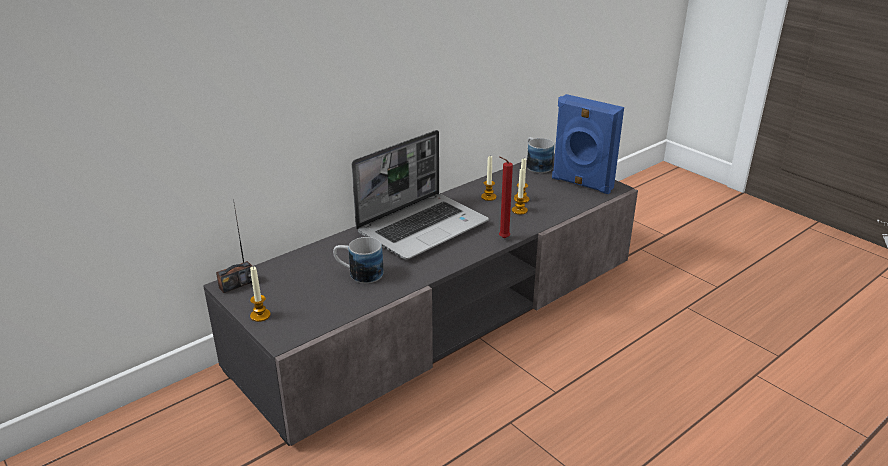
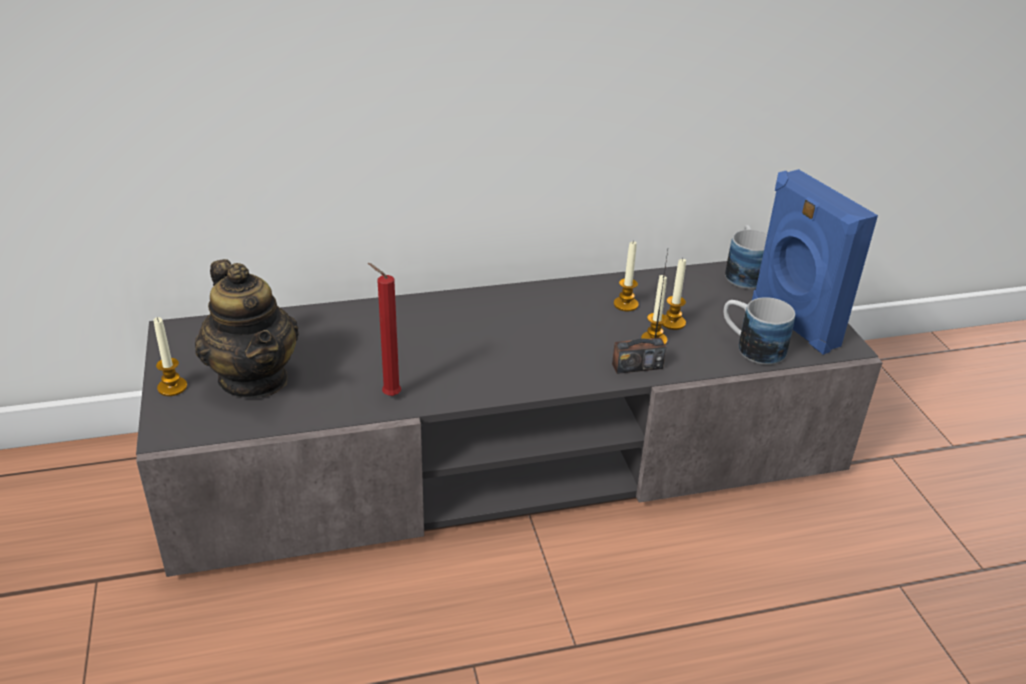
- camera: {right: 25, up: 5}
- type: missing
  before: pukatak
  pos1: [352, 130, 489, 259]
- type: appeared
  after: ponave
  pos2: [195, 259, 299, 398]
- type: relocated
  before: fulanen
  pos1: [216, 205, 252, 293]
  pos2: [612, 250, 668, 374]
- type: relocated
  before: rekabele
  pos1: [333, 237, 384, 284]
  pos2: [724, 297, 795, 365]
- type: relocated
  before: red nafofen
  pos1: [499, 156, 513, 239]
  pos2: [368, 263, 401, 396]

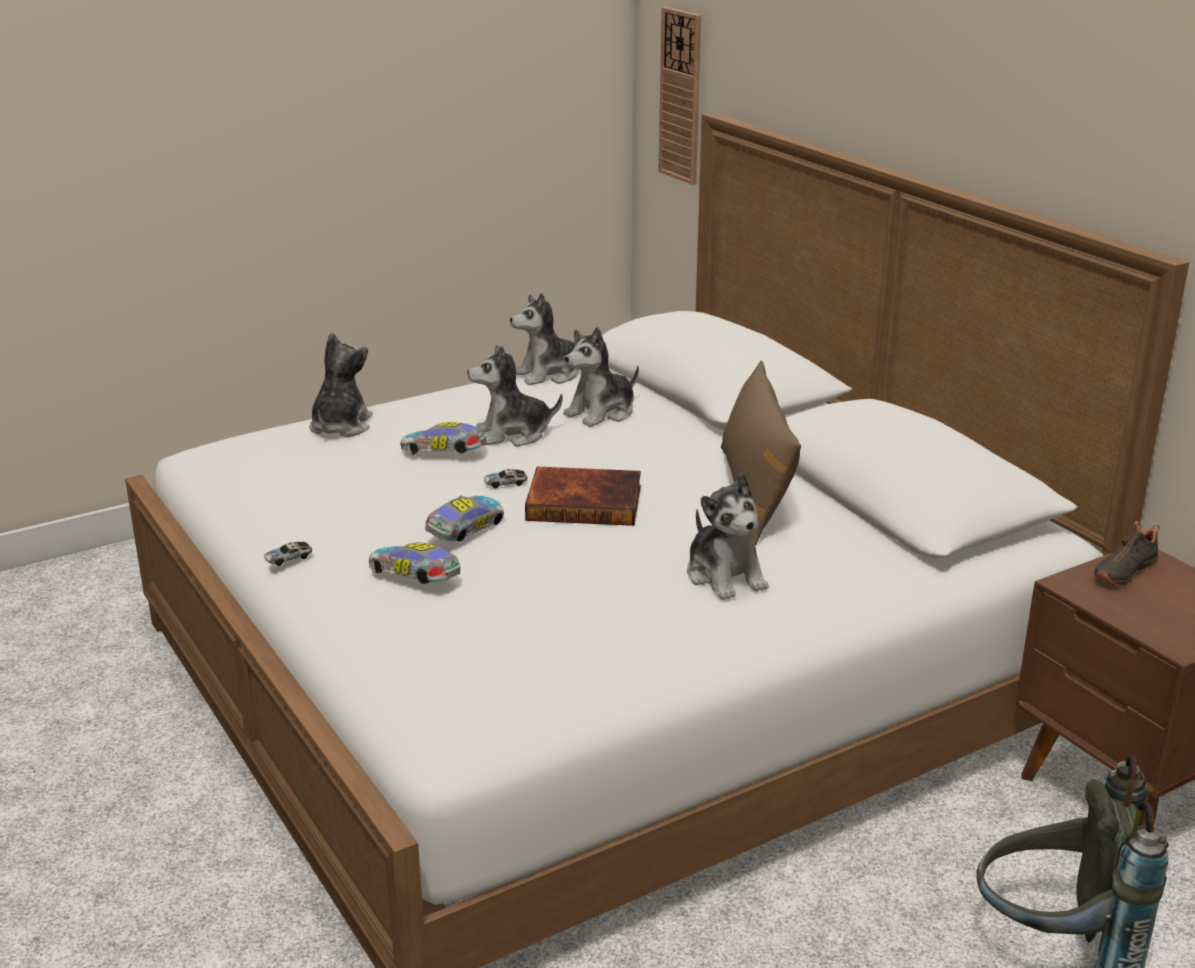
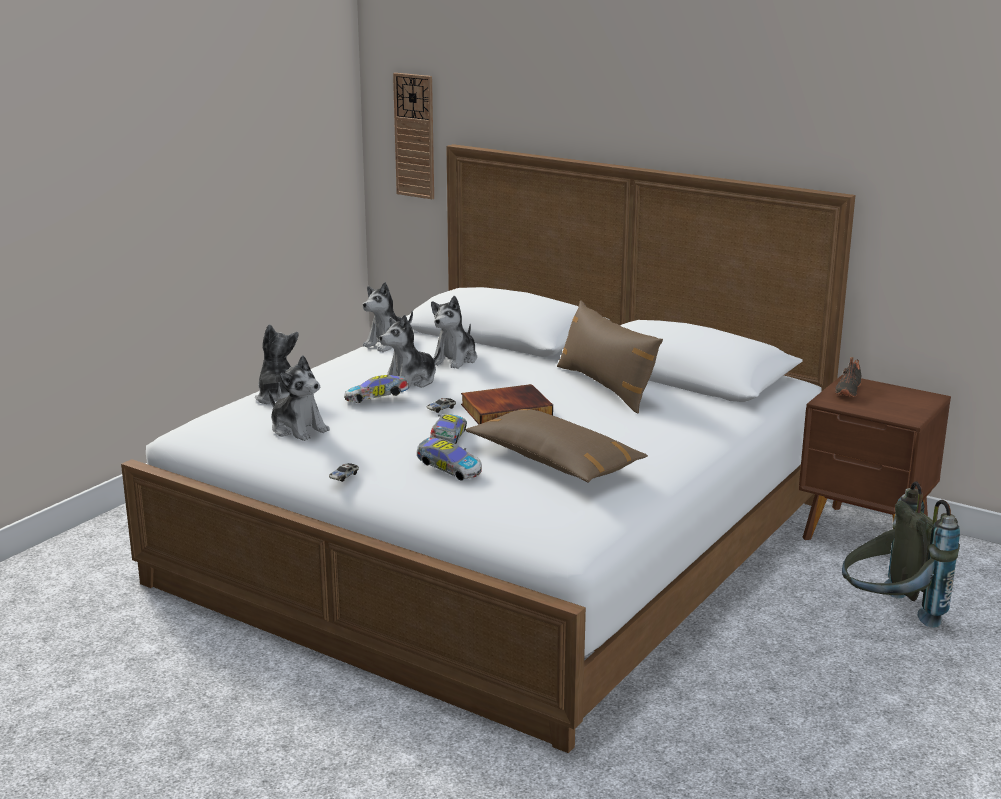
- camera: {right: -25, up: -5}
- type: appeared
  after: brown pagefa
  pos2: [466, 409, 648, 482]
- type: relocated
  before: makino
  pos1: [687, 474, 769, 600]
  pos2: [269, 356, 330, 441]
- type: spun
  before: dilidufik
  pos1: [369, 542, 460, 584]
  pos2: [417, 437, 482, 480]
  turn: -150

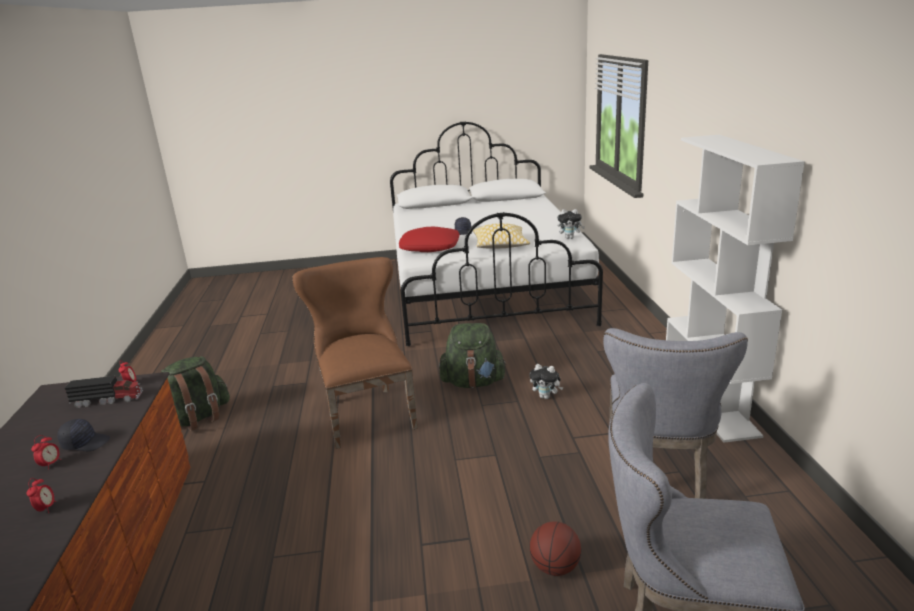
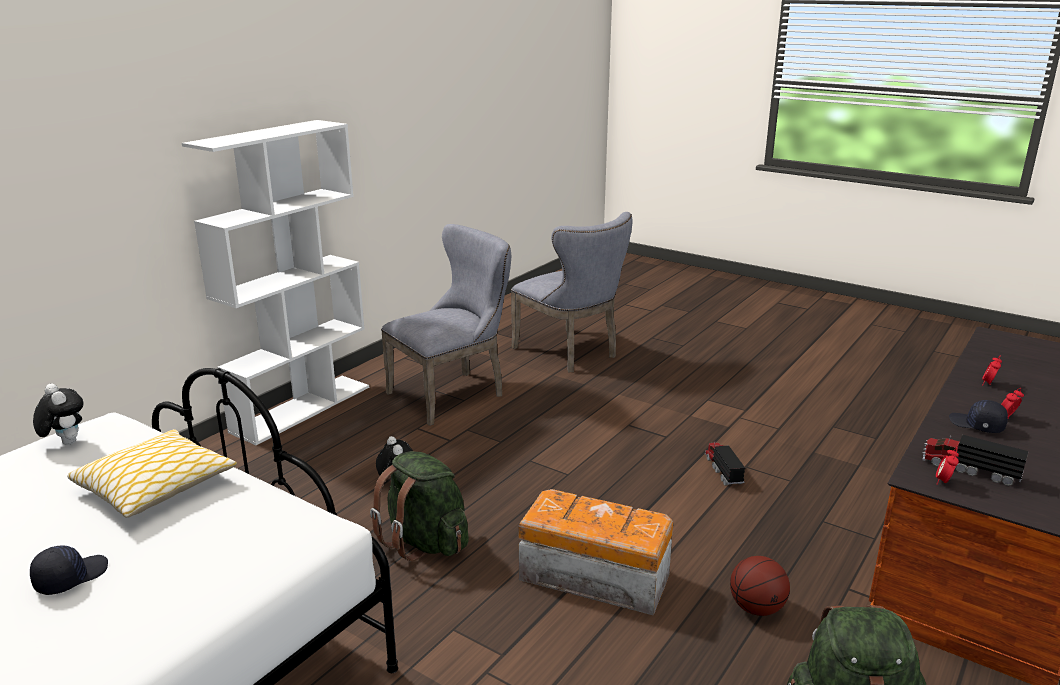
- camera: {right: -140, up: 0}
- type: missing
  before: red pagefa
  pos1: [399, 227, 459, 252]
- type: appeared
  after: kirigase
  pos2: [705, 441, 745, 486]
- type: relocated
  before: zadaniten
  pos1: [530, 521, 581, 576]
  pos2: [730, 556, 790, 616]
- type: exchanged
  before: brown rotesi
  after: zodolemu
  pos1: [292, 257, 418, 449]
  pos2: [518, 489, 673, 616]

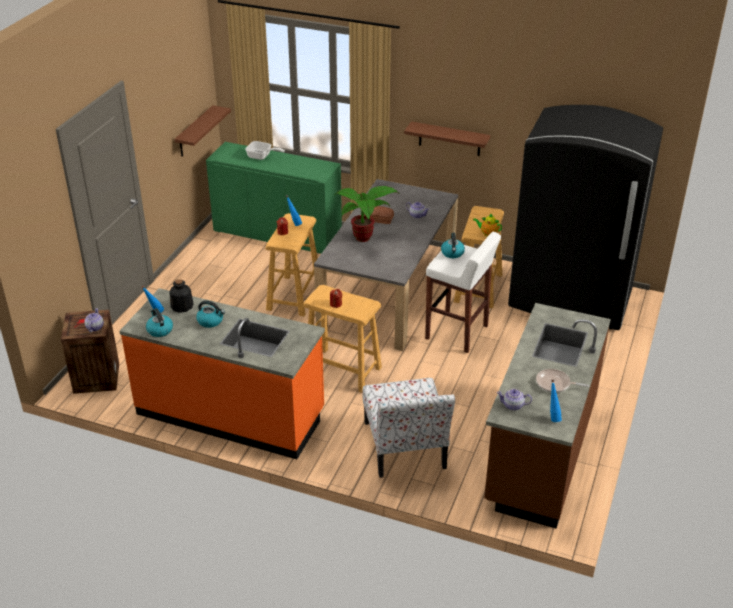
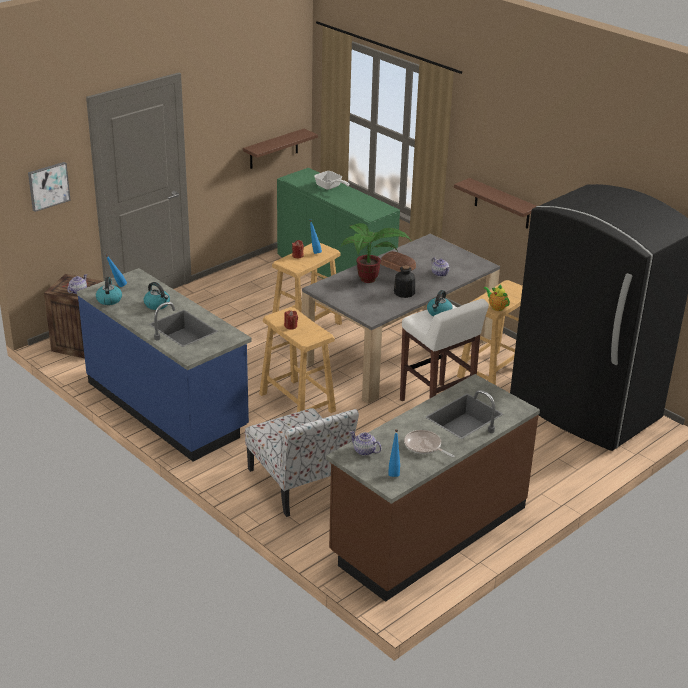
- camera: {right: 25, up: -5}
- type: appeared
  after: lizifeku
  pos2: [28, 162, 71, 212]
- type: relocated
  before: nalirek
  pos1: [170, 279, 193, 313]
  pos2: [394, 265, 415, 298]
- type: colour
  before: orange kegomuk
  after: blue kegomuk
  pos1: [119, 288, 325, 459]
  pos2: [77, 268, 252, 461]
- type: spun
  before: rotesi
  pos1: [362, 378, 455, 478]
  pos2: [245, 408, 359, 517]
  turn: -45

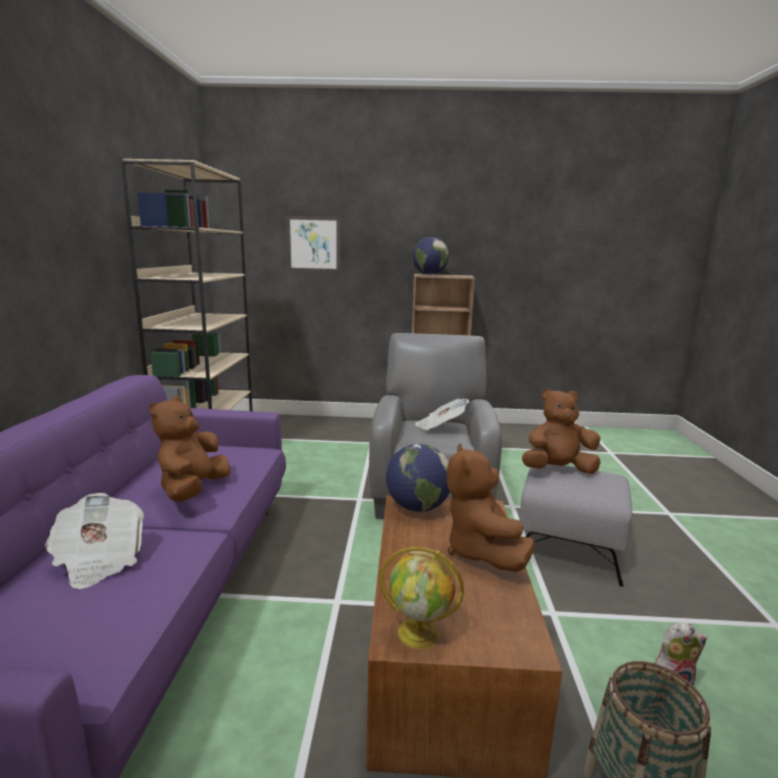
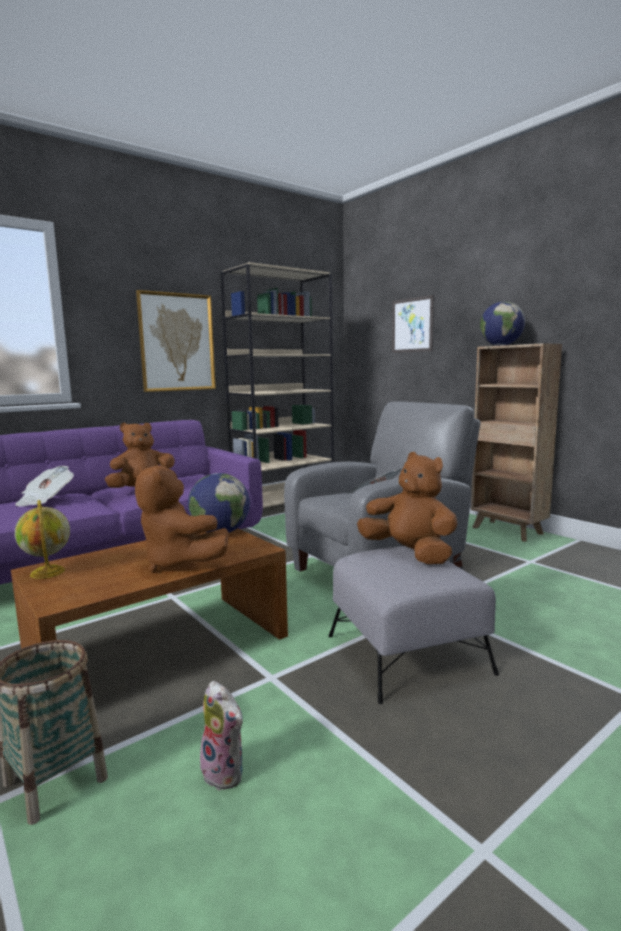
- camera: {right: 50, up: -5}
- type: appeared
  after: lizifeku
  pos2: [136, 290, 216, 392]
- type: spun
  before: brown makino
  pos1: [447, 444, 534, 572]
  pos2: [135, 465, 229, 573]
  turn: -90

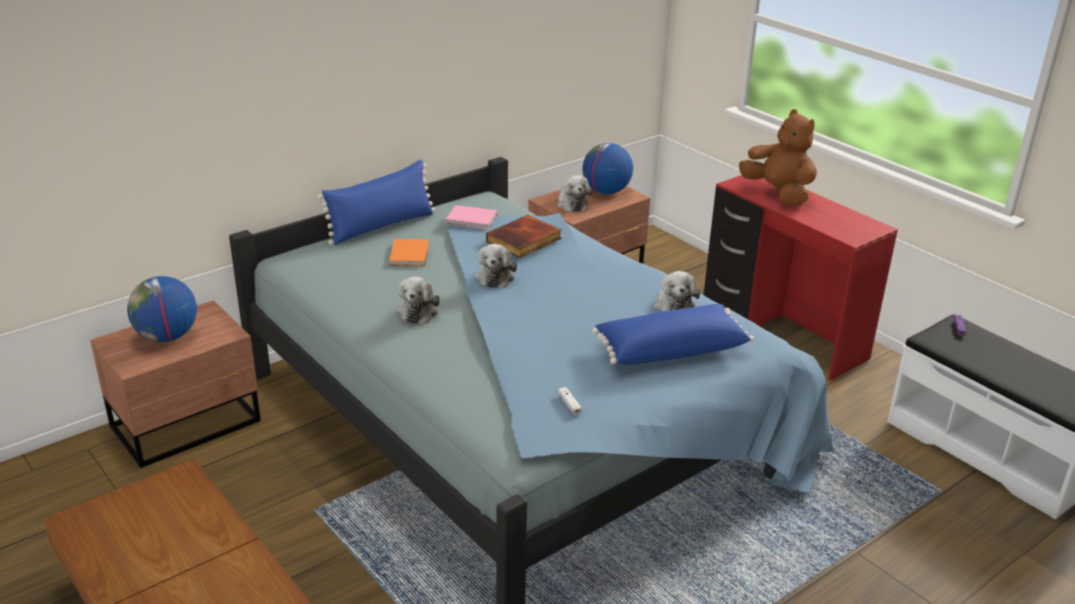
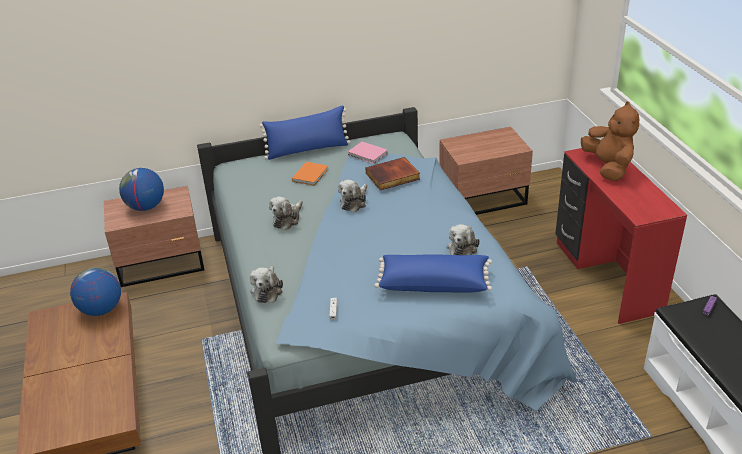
- camera: {right: 25, up: 5}
- type: relocated
  before: makino
  pos1: [557, 175, 592, 212]
  pos2: [250, 266, 283, 303]
- type: relocated
  before: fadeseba
  pos1: [582, 143, 633, 194]
  pos2: [70, 267, 121, 316]

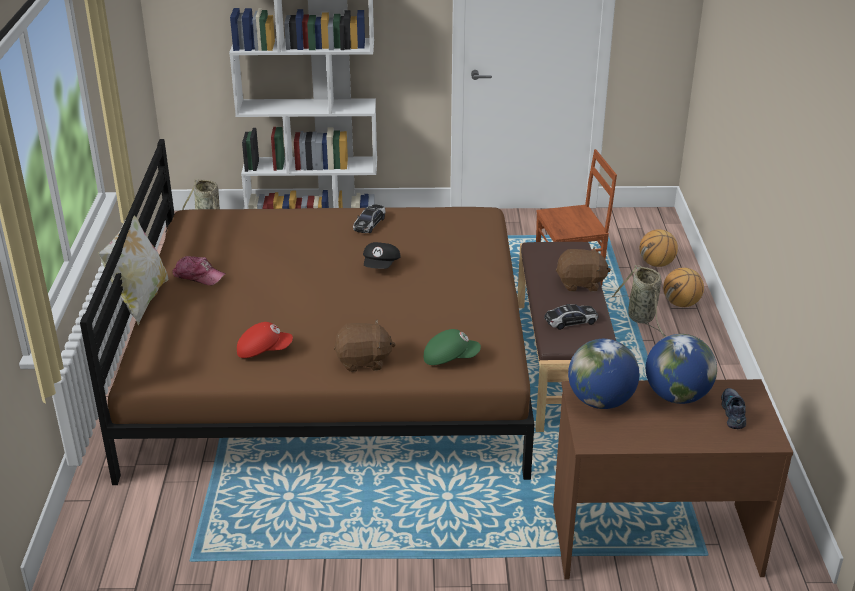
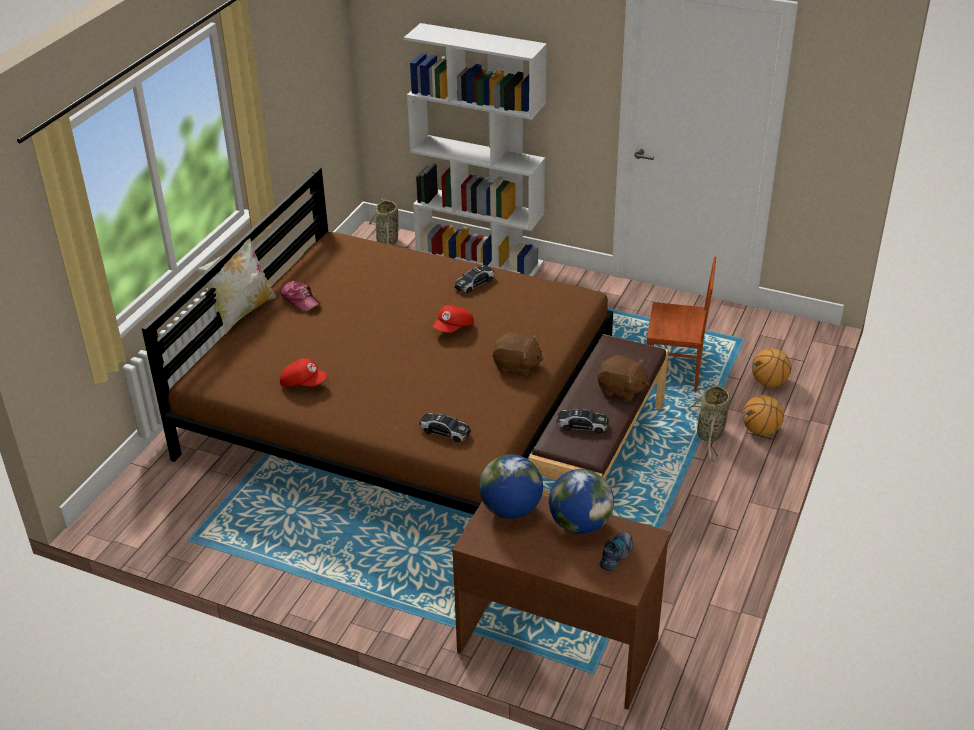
- camera: {right: 25, up: 5}
- type: relocated
  before: brown makino
  pos1: [334, 320, 396, 372]
  pos2: [493, 332, 544, 377]
- type: exchanged
  before: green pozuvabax
  after: dilidufik
  pos1: [424, 329, 481, 365]
  pos2: [419, 413, 471, 442]
- type: colour
  before: black pozuvabax
  after: red pozuvabax
  pos1: [363, 242, 401, 269]
  pos2: [433, 305, 474, 333]

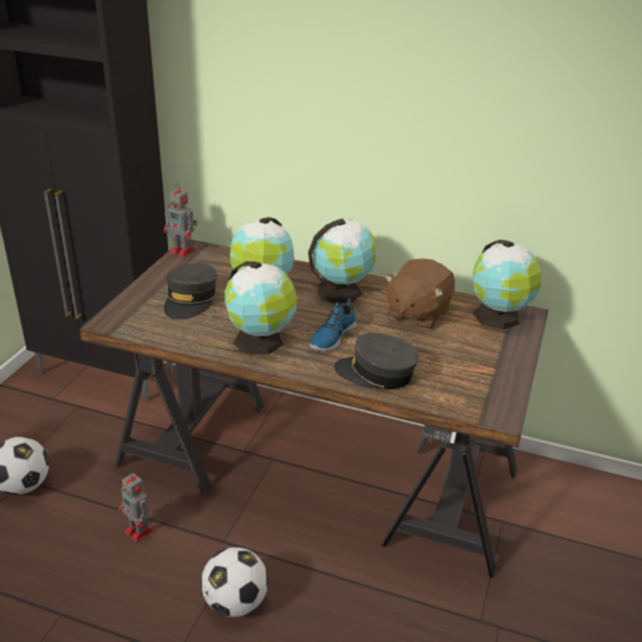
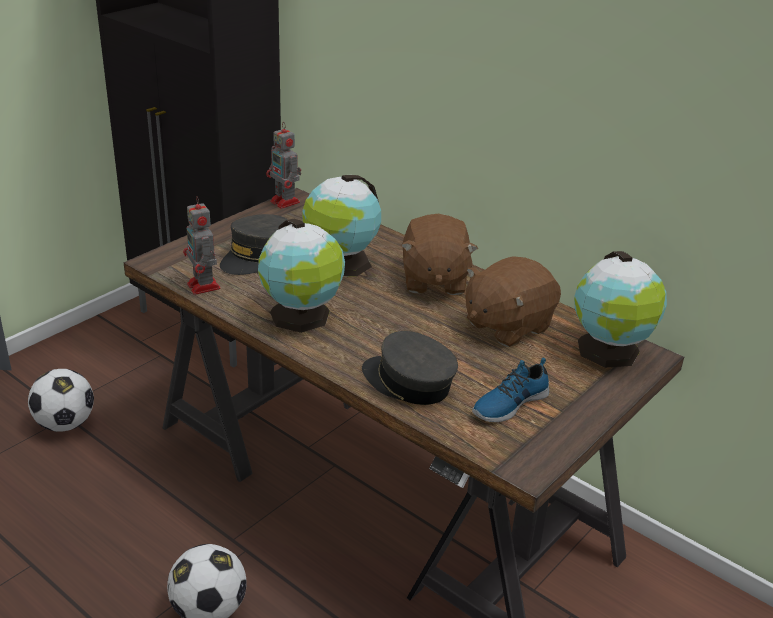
- camera: {right: 20, up: 0}
- type: relocated
  before: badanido
  pos1: [119, 472, 154, 542]
  pos2: [183, 196, 220, 295]
- type: relocated
  before: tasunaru
  pos1: [310, 299, 356, 351]
  pos2: [472, 358, 549, 422]
- type: exchanged
  before: fadeseba
  after: brown makino
  pos1: [308, 218, 376, 303]
  pos2: [401, 214, 478, 295]

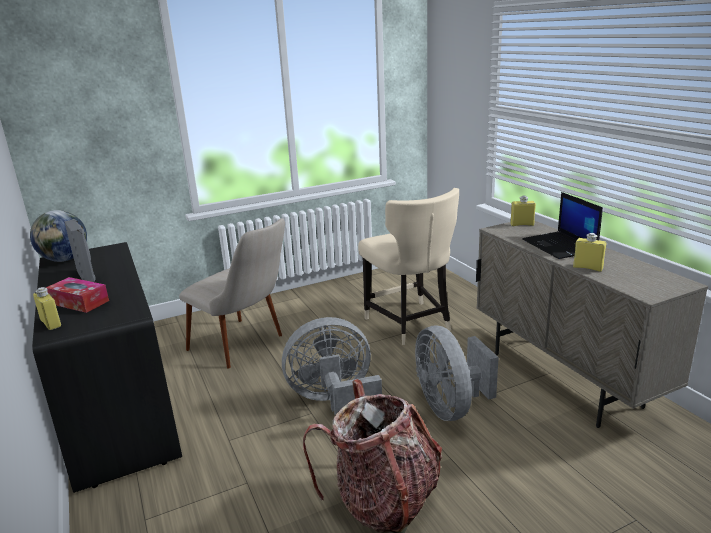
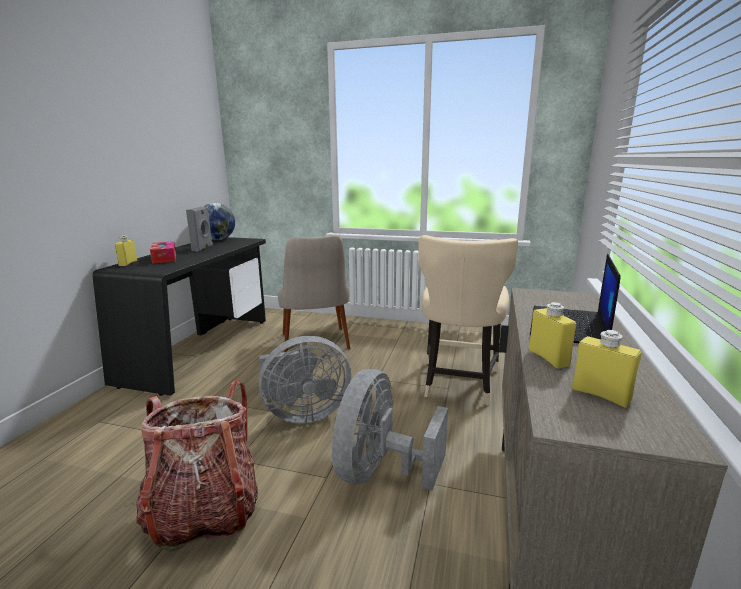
- camera: {right: 40, up: -5}
- type: relocated
  before: yellow nalirek
  pos1: [510, 196, 536, 226]
  pos2: [572, 330, 641, 408]
- type: spun
  before: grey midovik
  pos1: [282, 317, 382, 415]
  pos2: [259, 336, 351, 424]
  turn: 135

